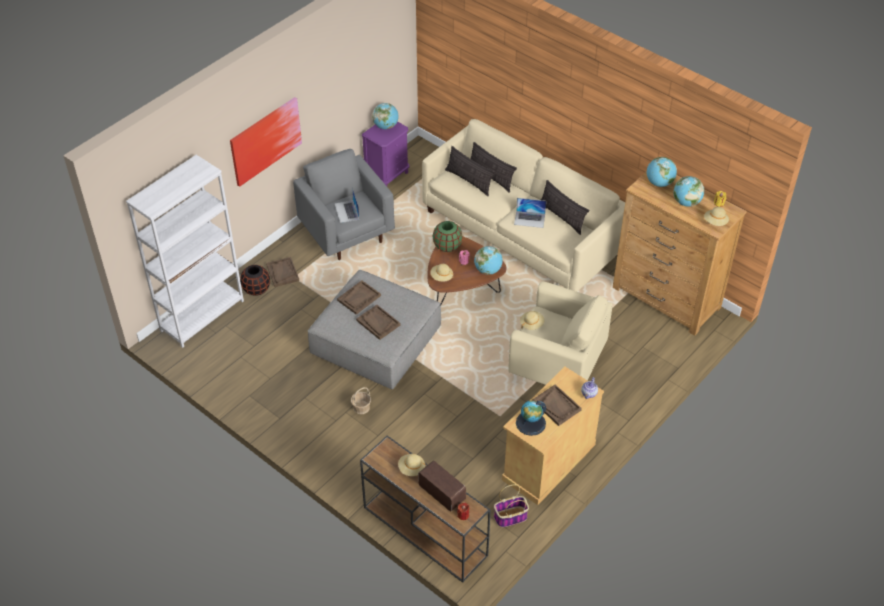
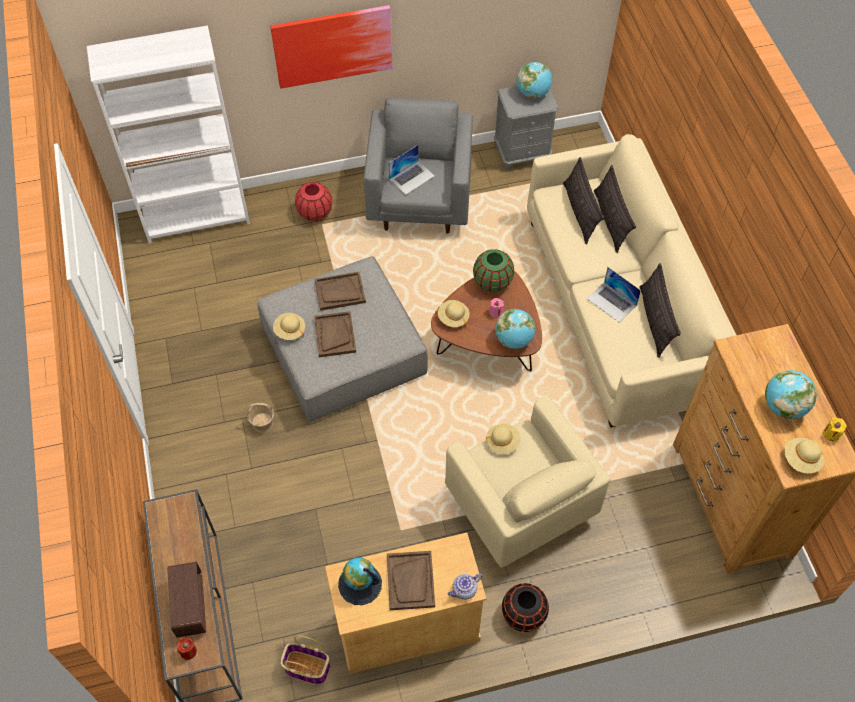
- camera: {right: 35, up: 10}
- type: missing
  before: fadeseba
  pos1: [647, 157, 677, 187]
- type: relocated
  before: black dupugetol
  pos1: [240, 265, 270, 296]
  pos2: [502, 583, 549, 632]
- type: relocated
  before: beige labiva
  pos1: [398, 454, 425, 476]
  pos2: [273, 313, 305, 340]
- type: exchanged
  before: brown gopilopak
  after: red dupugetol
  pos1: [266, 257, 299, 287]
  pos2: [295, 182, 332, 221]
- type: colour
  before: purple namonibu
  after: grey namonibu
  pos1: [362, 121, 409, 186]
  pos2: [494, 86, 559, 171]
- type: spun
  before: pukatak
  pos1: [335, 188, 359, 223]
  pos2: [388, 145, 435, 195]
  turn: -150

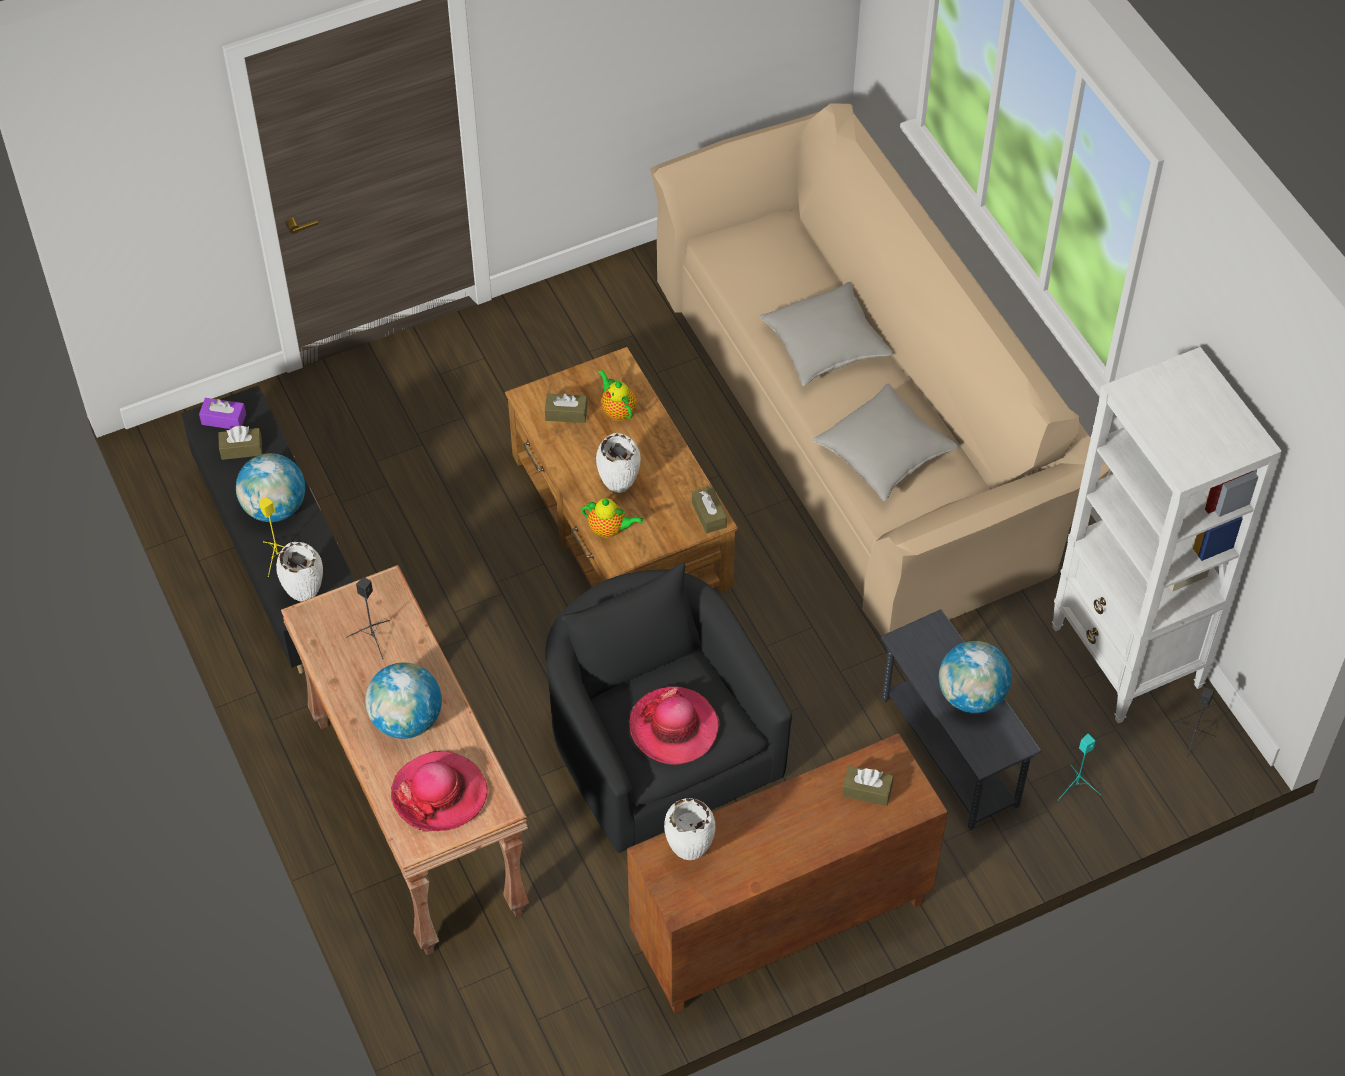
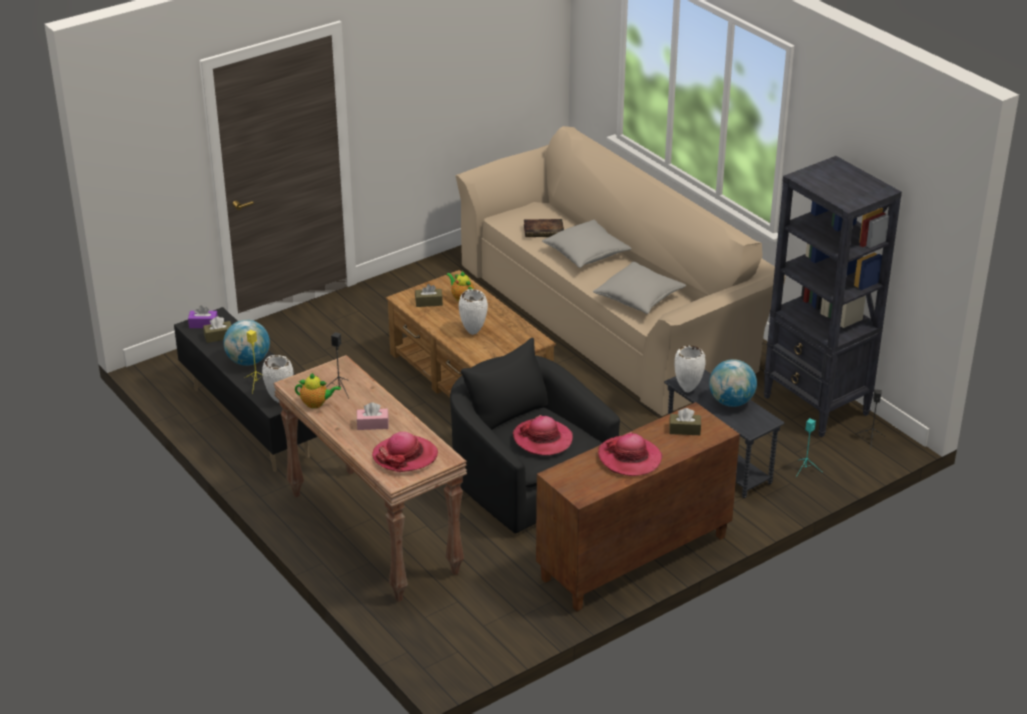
- camera: {right: -10, up: -20}
- type: missing
  before: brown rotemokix
  pos1: [692, 486, 727, 534]
- type: appeared
  after: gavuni
  pos2: [524, 219, 564, 237]
- type: appeared
  after: labiva
  pos2: [598, 432, 662, 476]
- type: relocated
  before: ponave
  pos1: [581, 497, 643, 538]
  pos2: [295, 373, 341, 408]
- type: relocated
  before: white dupugetol
  pos1: [664, 798, 715, 860]
  pos2: [674, 346, 706, 392]
- type: exchanged
  before: fadeseba
  after: pink rotemokix
  pos1: [365, 663, 442, 739]
  pos2: [357, 402, 389, 430]
- type: colour
  before: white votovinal
  after: black votovinal
  pos1: [1052, 347, 1282, 723]
  pos2: [763, 156, 902, 437]

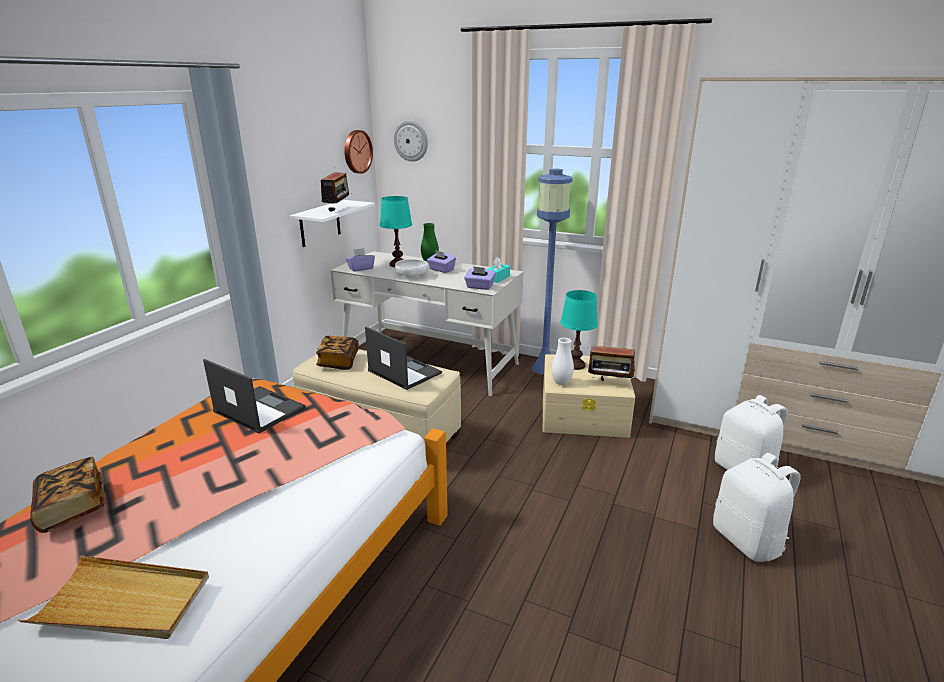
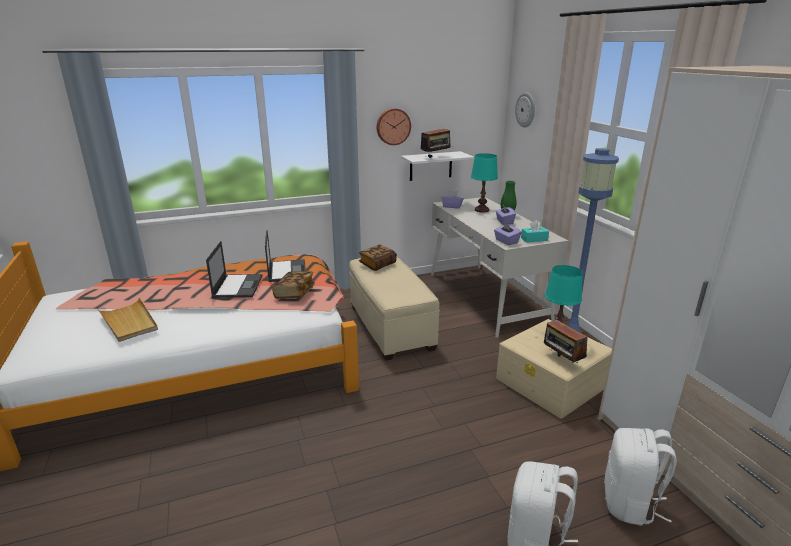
- camera: {right: 45, up: 0}
- type: missing
  before: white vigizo
  pos1: [395, 259, 428, 278]
- type: missing
  before: white dupugetol
  pos1: [551, 338, 574, 385]
- type: relocated
  before: gavuni
  pos1: [30, 457, 105, 533]
  pos2: [272, 271, 315, 299]
- type: relocated
  before: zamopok
  pos1: [344, 130, 373, 174]
  pos2: [376, 108, 411, 145]
- type: relocated
  before: pukatak
  pos1: [365, 327, 442, 390]
  pos2: [206, 241, 263, 298]

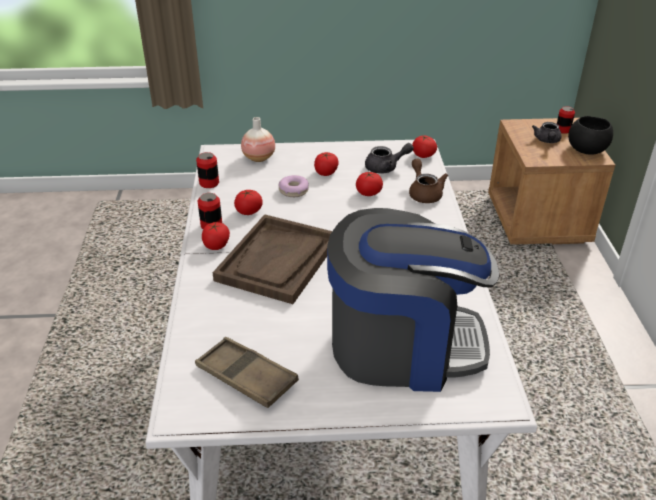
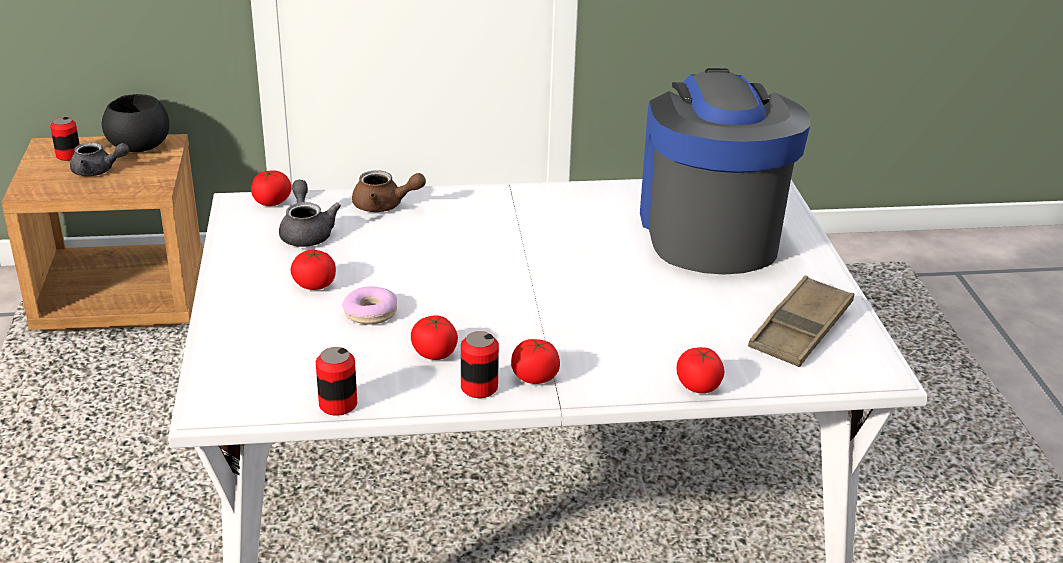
- camera: {right: -95, up: -5}
- type: missing
  before: brown gopilopak
  pos1: [213, 214, 332, 304]
- type: missing
  before: dupugetol
  pos1: [241, 117, 275, 162]
- type: relocated
  before: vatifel
  pos1: [356, 171, 383, 196]
  pos2: [677, 347, 724, 393]
- type: spun
  before: brown ponave
  pos1: [409, 159, 448, 203]
  pos2: [352, 170, 426, 212]
  turn: -150

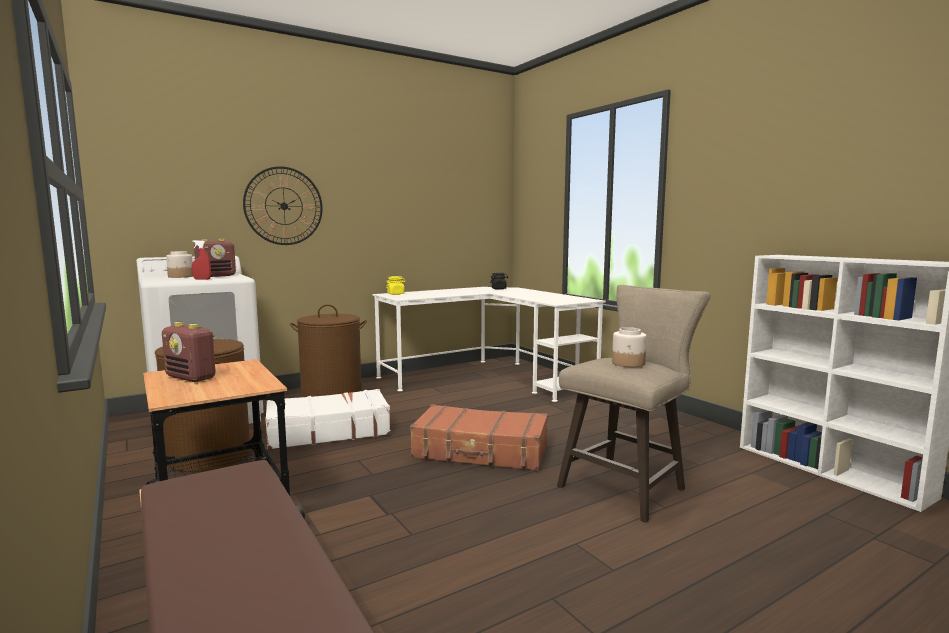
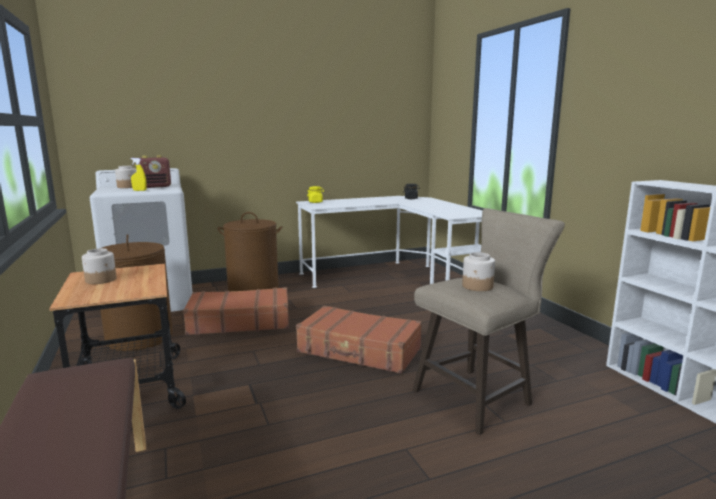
- camera: {right: 10, up: 5}
- type: missing
  before: zamopok
  pos1: [243, 166, 323, 245]
- type: exchanged
  before: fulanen
  after: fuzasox
  pos1: [162, 322, 216, 382]
  pos2: [82, 248, 117, 284]
- type: colour
  before: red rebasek
  after: yellow rebasek
  pos1: [192, 240, 211, 280]
  pos2: [130, 158, 147, 191]
- type: colour
  before: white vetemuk
  after: brown vetemuk
  pos1: [265, 389, 391, 450]
  pos2: [183, 287, 289, 335]

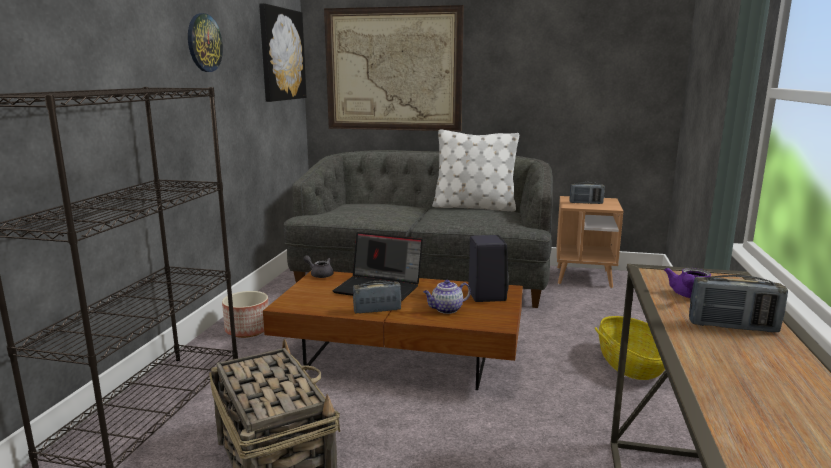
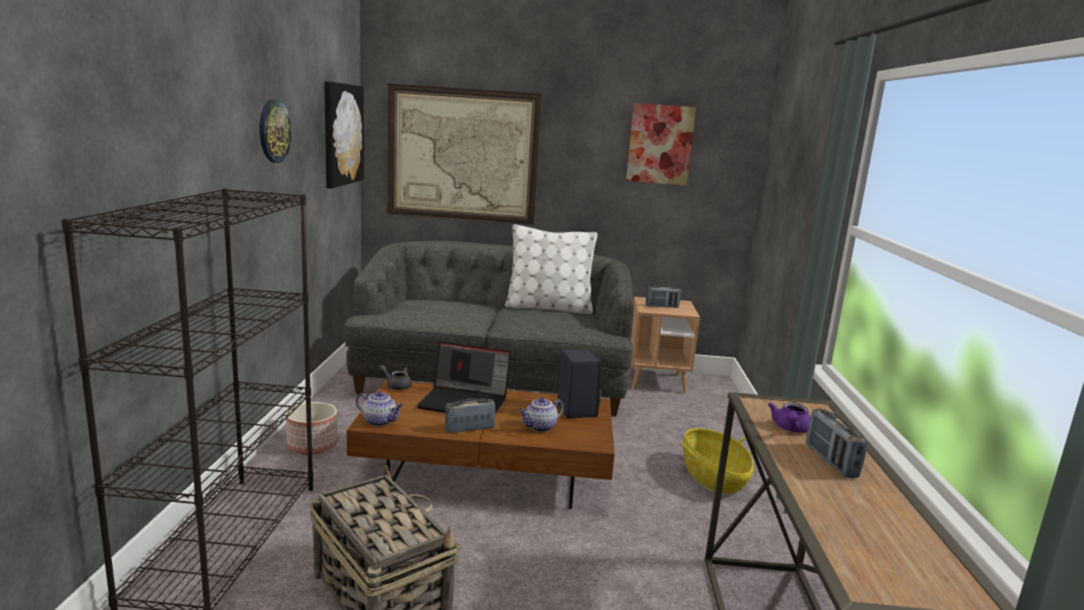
- camera: {right: -10, up: 0}
- type: appeared
  after: ponave
  pos2: [356, 391, 404, 426]
- type: appeared
  after: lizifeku
  pos2: [626, 103, 696, 185]
- type: spun
  before: fulanen
  pos1: [689, 275, 788, 332]
  pos2: [806, 409, 867, 478]
  turn: 75

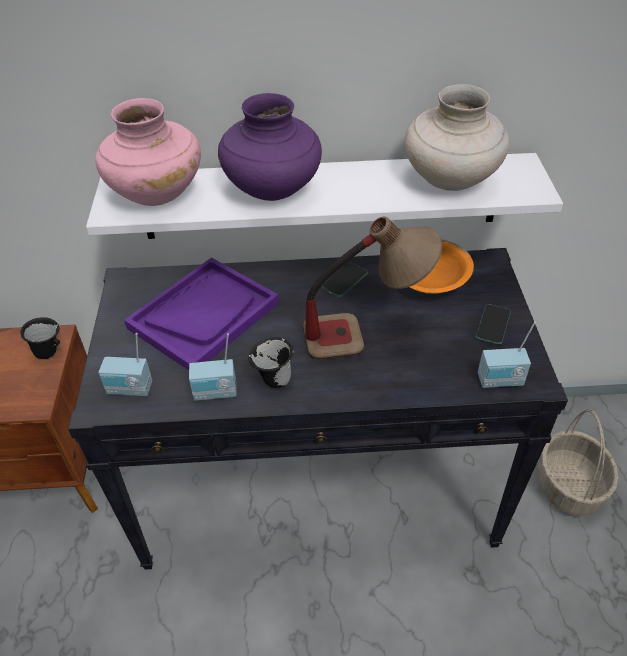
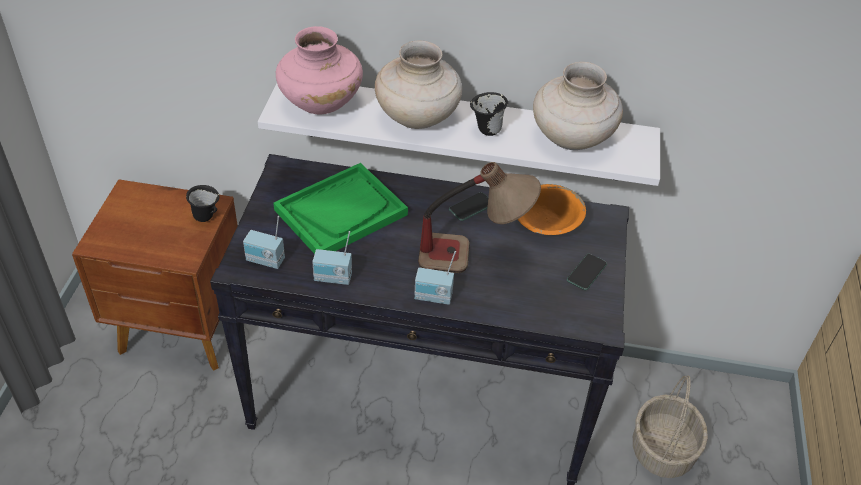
- camera: {right: 10, up: 0}
- type: relocated
  before: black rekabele
  pos1: [248, 337, 293, 388]
  pos2: [470, 92, 508, 136]
- type: relocated
  before: fulanen
  pos1: [478, 321, 536, 388]
  pos2: [414, 251, 456, 305]
- type: colour
  before: purple gopilopak
  after: green gopilopak
  pos1: [124, 257, 279, 370]
  pos2: [273, 163, 408, 254]
- type: colour
  before: purple dupugetol
  after: beige dupugetol
  pos1: [218, 93, 322, 201]
  pos2: [375, 41, 462, 129]

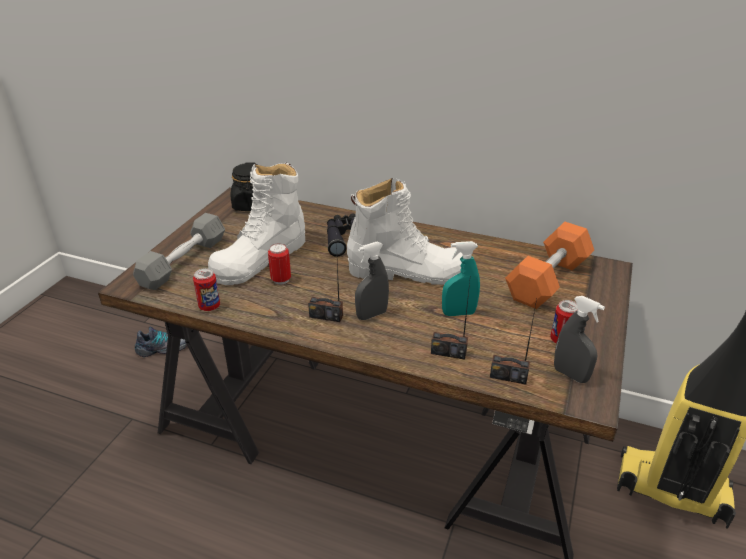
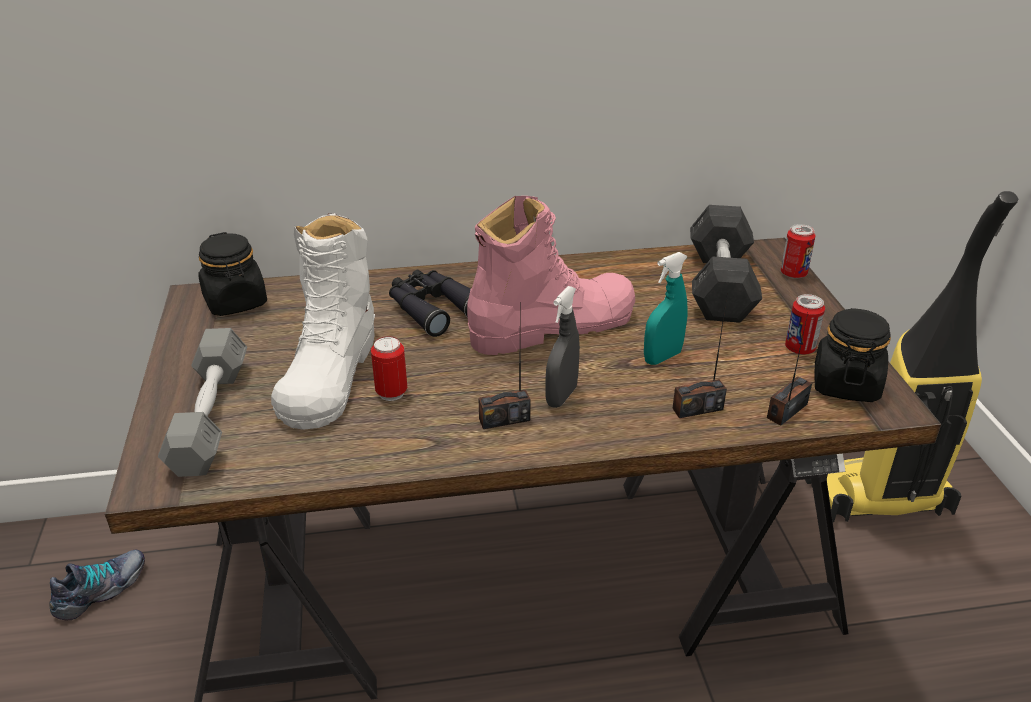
- camera: {right: -30, up: 0}
- type: relocated
  before: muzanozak
  pos1: [193, 268, 220, 311]
  pos2: [781, 224, 816, 279]
- type: exchanged
  before: grey rebasek
  after: black fuzasox
  pos1: [554, 296, 605, 383]
  pos2: [814, 308, 891, 402]
- type: colour
  before: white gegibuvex
  after: pink gegibuvex
  pos1: [347, 178, 463, 285]
  pos2: [467, 196, 635, 355]
- type: colour
  before: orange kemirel
  after: grey kemirel
  pos1: [505, 222, 594, 309]
  pos2: [690, 205, 762, 323]
- type: spun
  before: fulanen
  pos1: [490, 299, 537, 385]
  pos2: [767, 313, 812, 426]
  turn: 150

